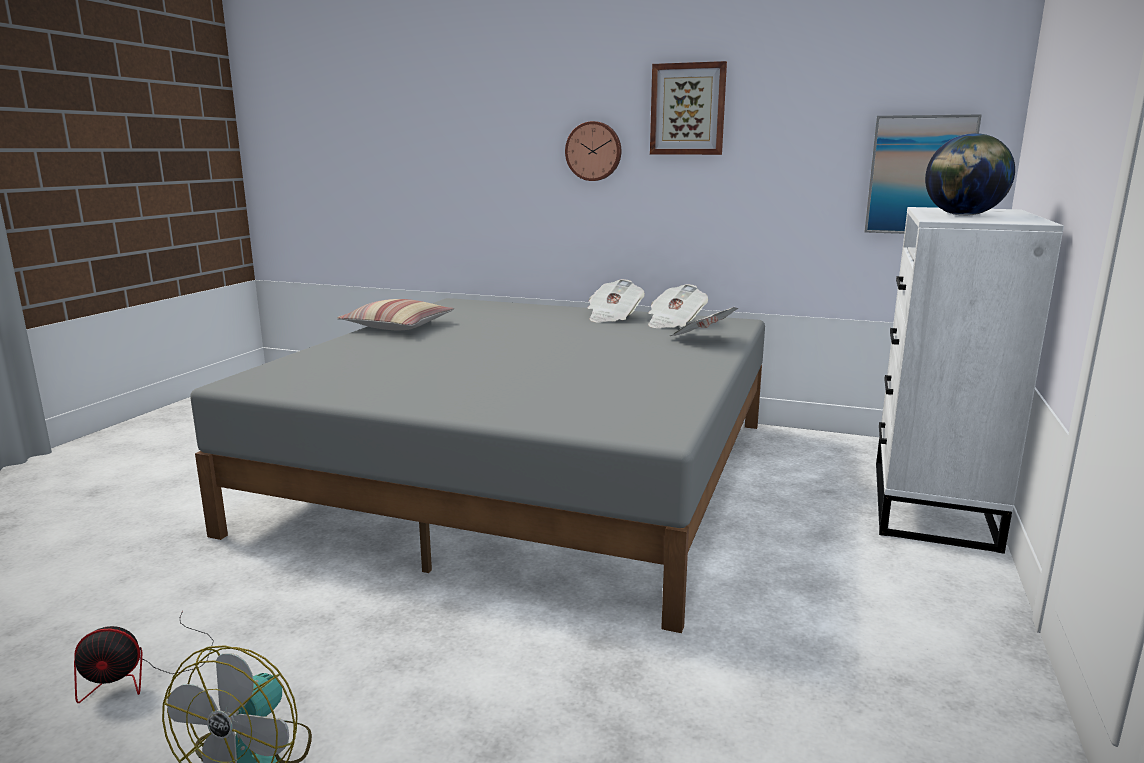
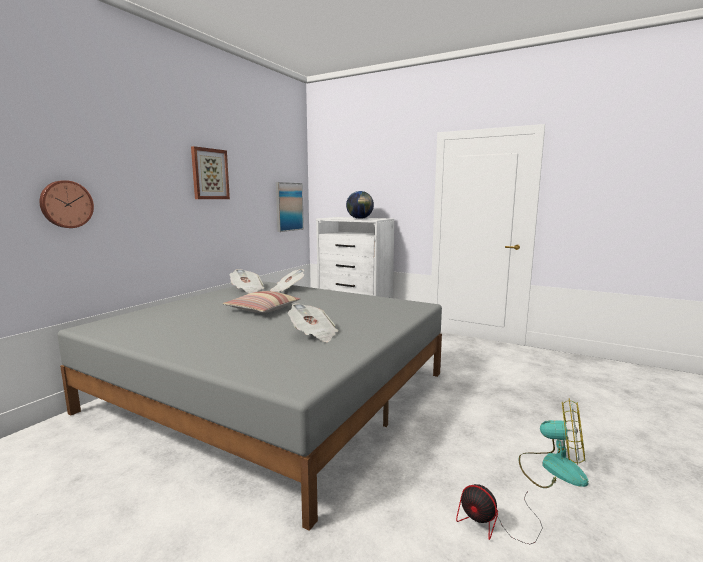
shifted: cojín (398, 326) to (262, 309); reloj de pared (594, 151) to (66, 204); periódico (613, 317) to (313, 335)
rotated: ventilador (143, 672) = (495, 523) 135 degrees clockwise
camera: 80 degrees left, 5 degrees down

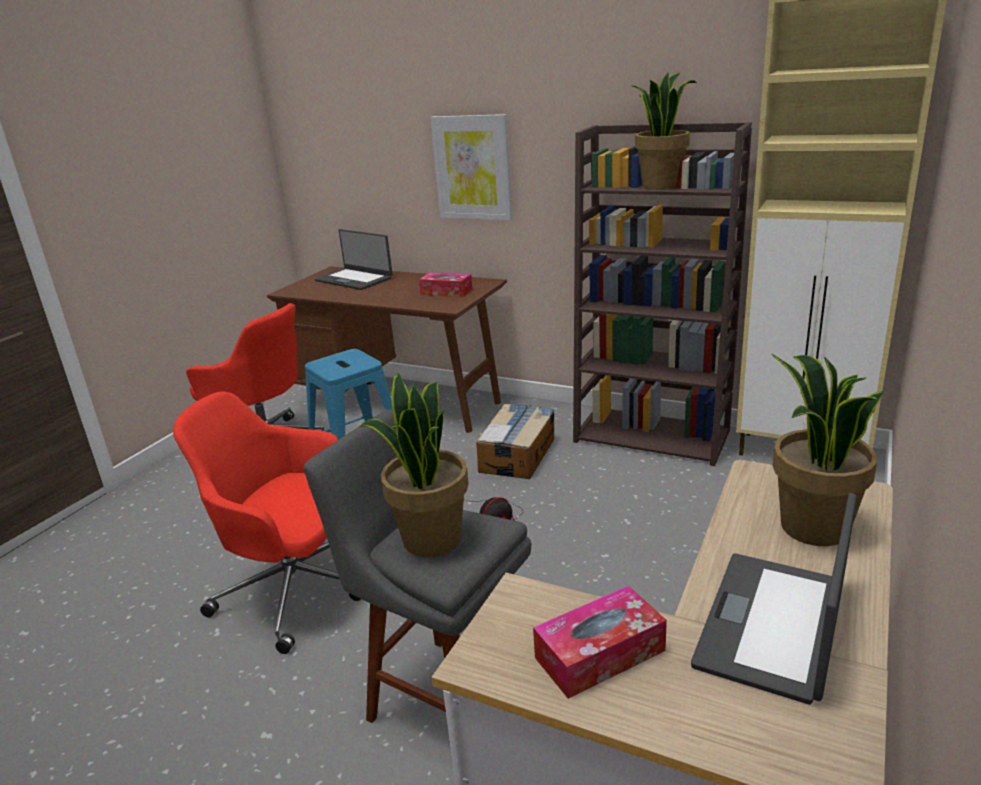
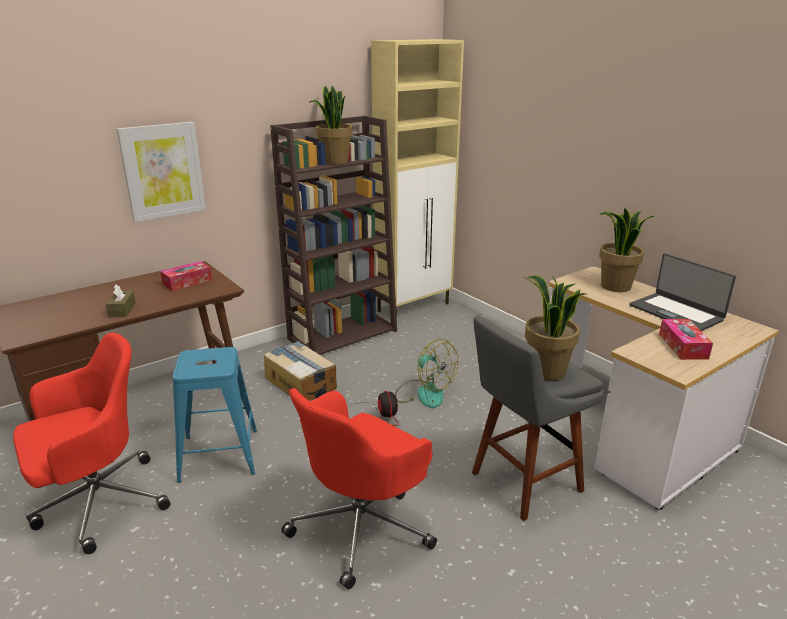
gone: portátil (354, 279)
new: caja de pañuelos [marrón] (122, 310); ventilador (424, 393)
camera: 65 degrees left, 0 degrees up

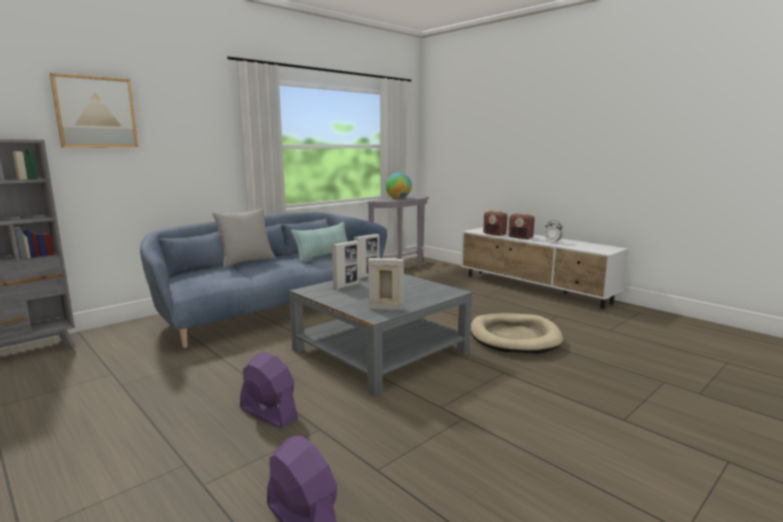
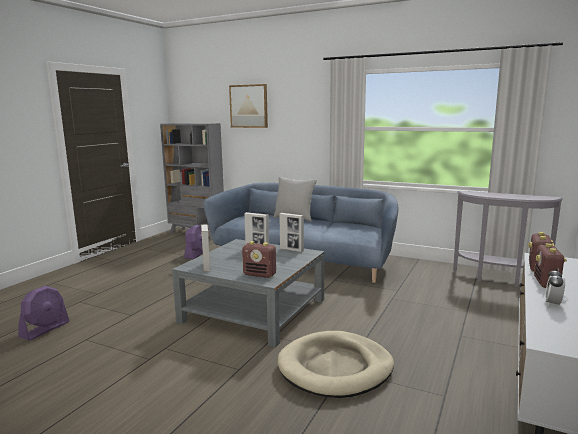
gone: cojín (323, 256); globo terráqueo (398, 199)
new: radio (260, 274)
shifted: ventilador [morado] (268, 413) to (196, 254)
camera: 70 degrees right, 0 degrees up

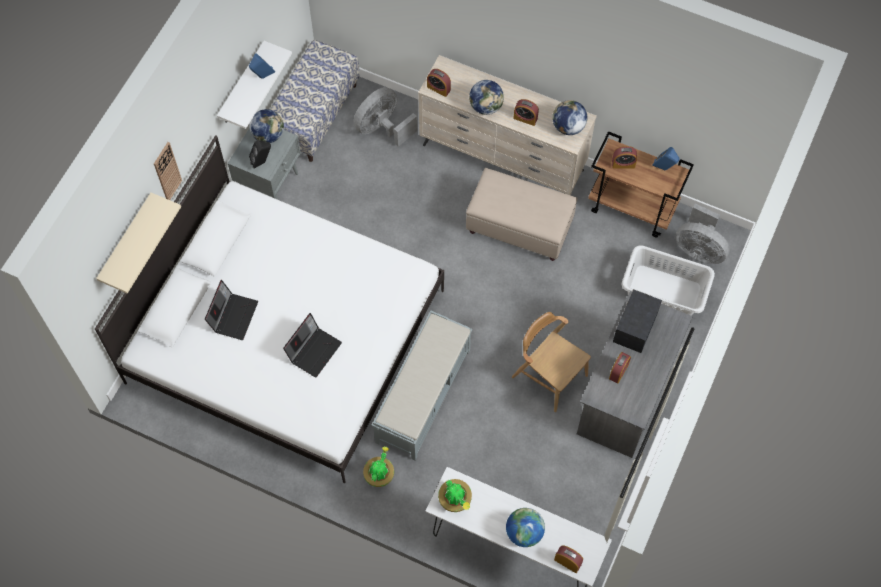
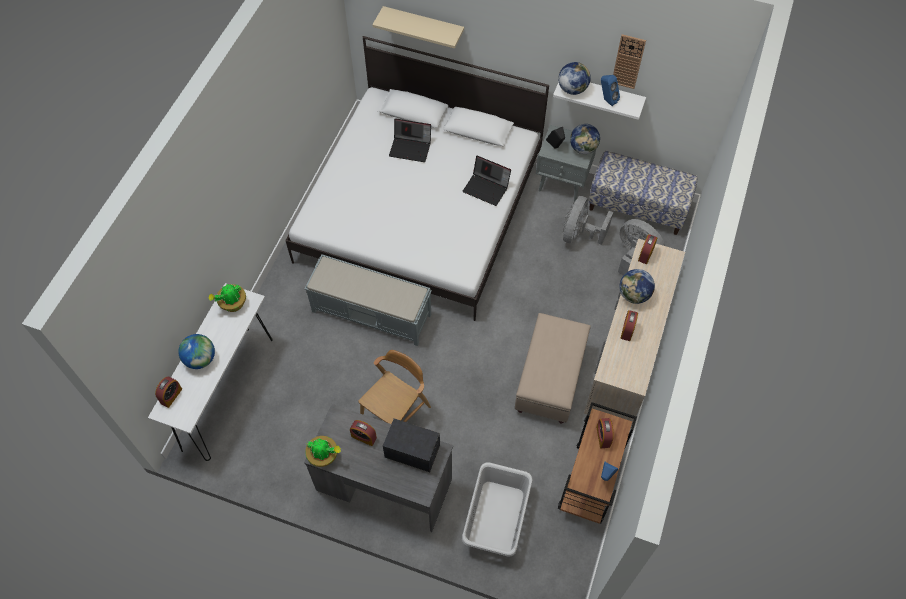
shifted: reloj de pared (167, 171) to (628, 61); portátil (314, 350) to (487, 188); planta en maceta (379, 474) to (324, 456); globo terráqueo (568, 127) to (572, 89); ventilador [gris] (698, 249) to (579, 234)
camera: 85 degrees right, 5 degrees down

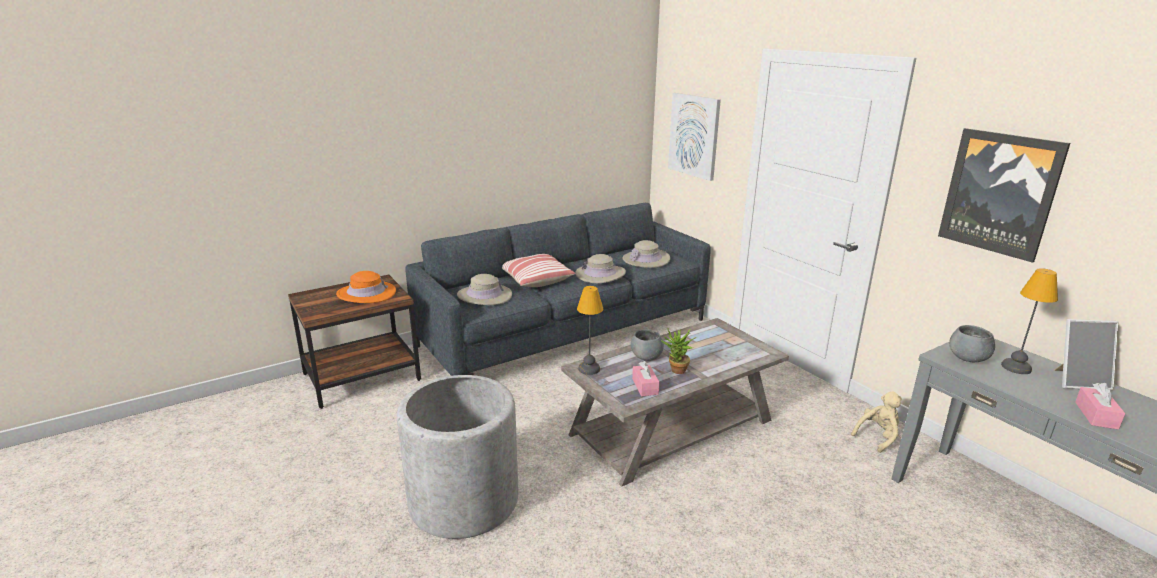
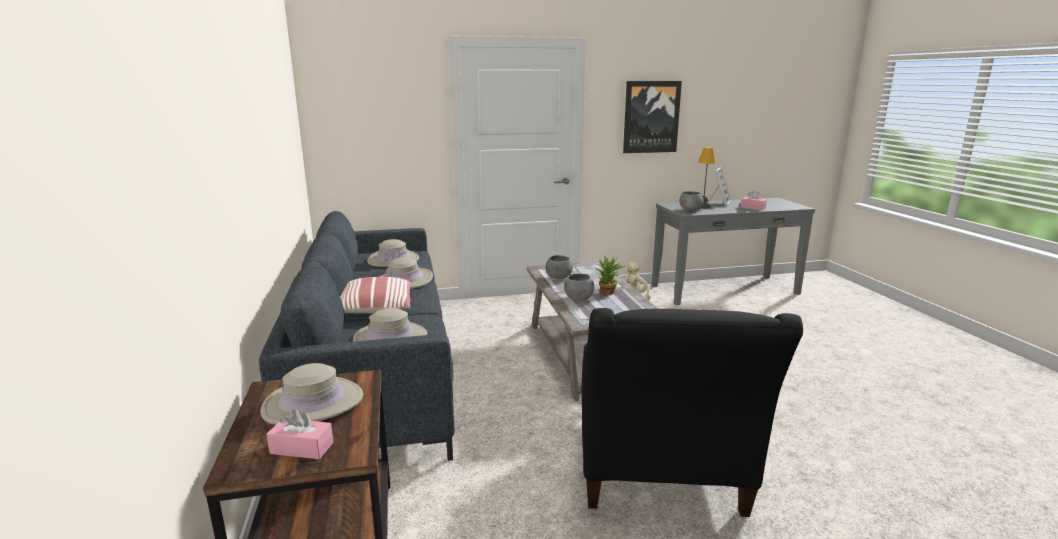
gone: lámpara de mesa (588, 369); cuadro (694, 135)
new: cuenco [gris] (558, 278)
shifted: caja de pañuelos [rosa] (645, 386) to (302, 448)
swapped: maceta [gris] (463, 500) to sillón [negro] (660, 478)
repainted: sombrero [naranja] (366, 293) to sombrero [beis] (313, 403)
camera: 70 degrees left, 5 degrees down

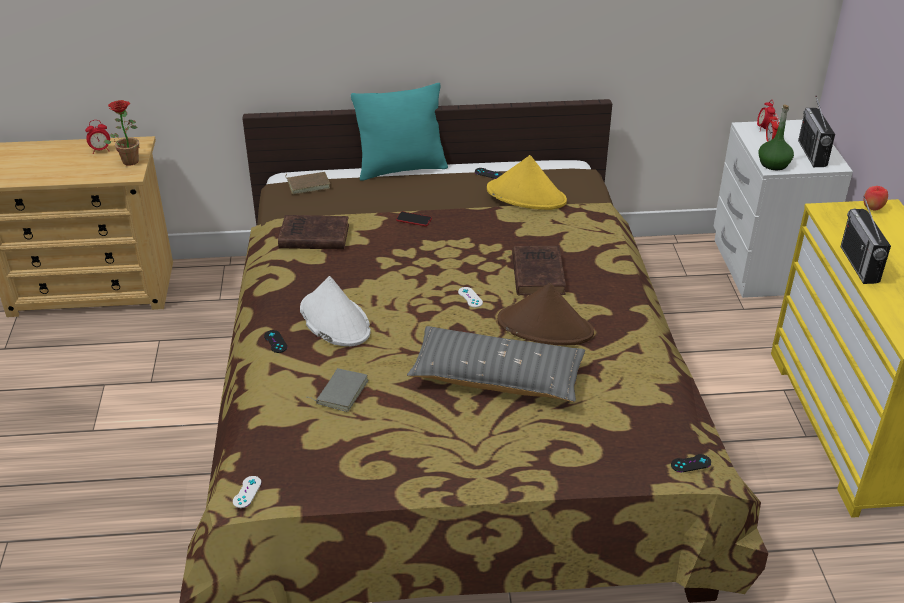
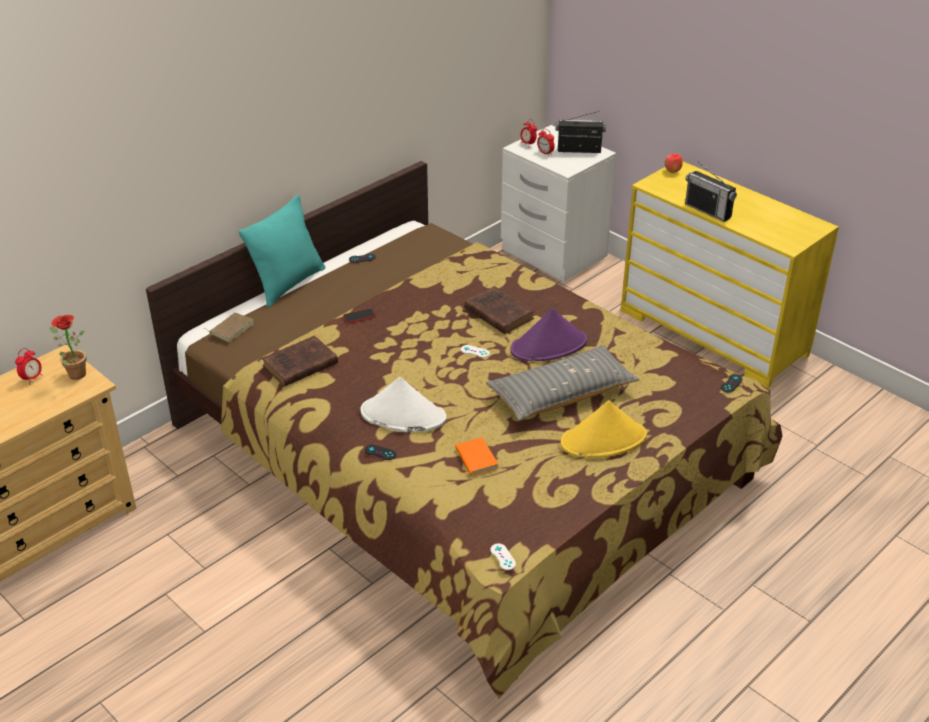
gone: botella [verde] (773, 164)
shifted: sombrero [amarillo] (526, 195) to (603, 440)
repainted: libro [gris] (341, 391) to libro [naranja] (474, 459); sombrero [marrón] (545, 327) to sombrero [morado] (549, 346)
rotated: radio (812, 154) = (579, 150) 135 degrees clockwise
camera: 40 degrees left, 0 degrees up

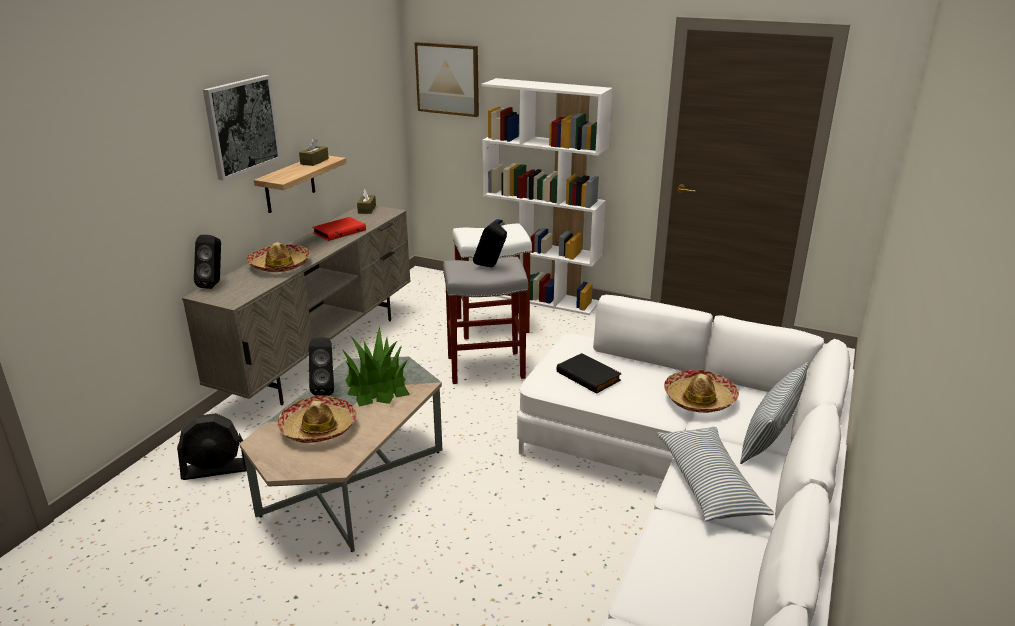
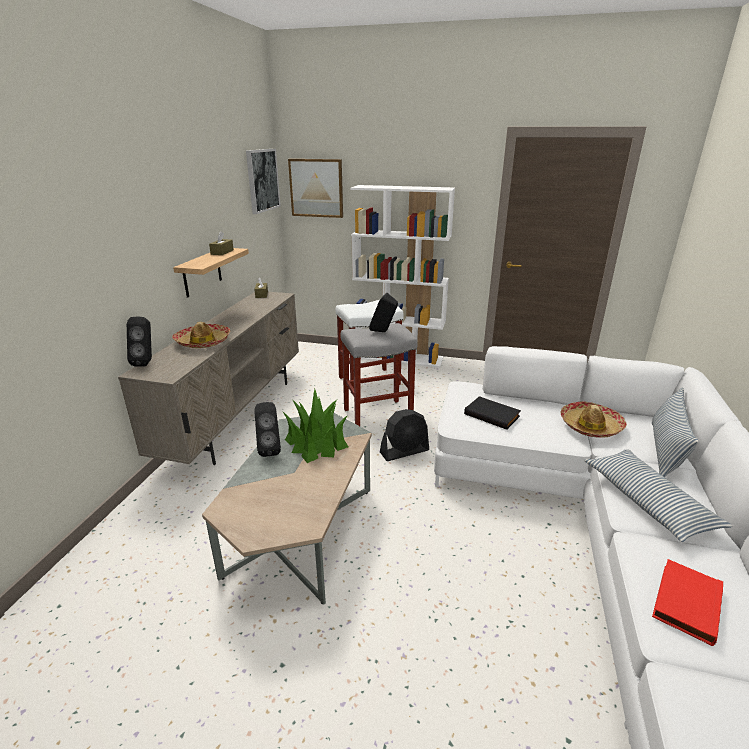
gone: sombrero (318, 428)
shifted: ventilador [negro] (216, 469) to (404, 451); cuadro (242, 126) to (262, 180); libro [rojo] (339, 231) to (684, 602)
camera: 10 degrees left, 0 degrees up

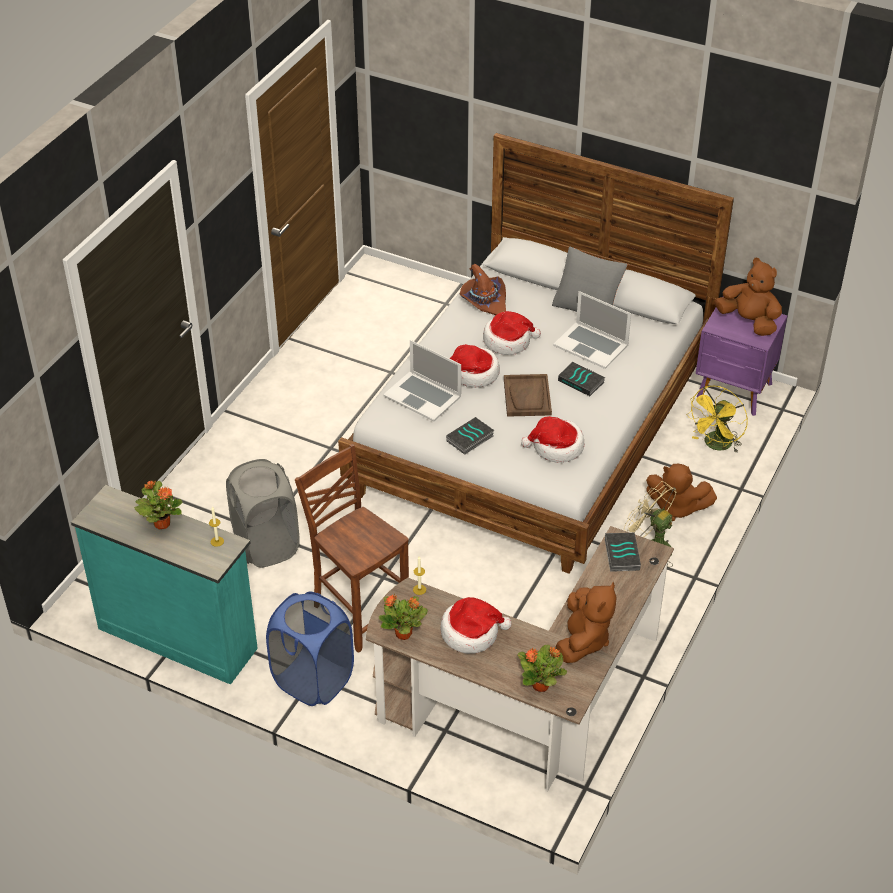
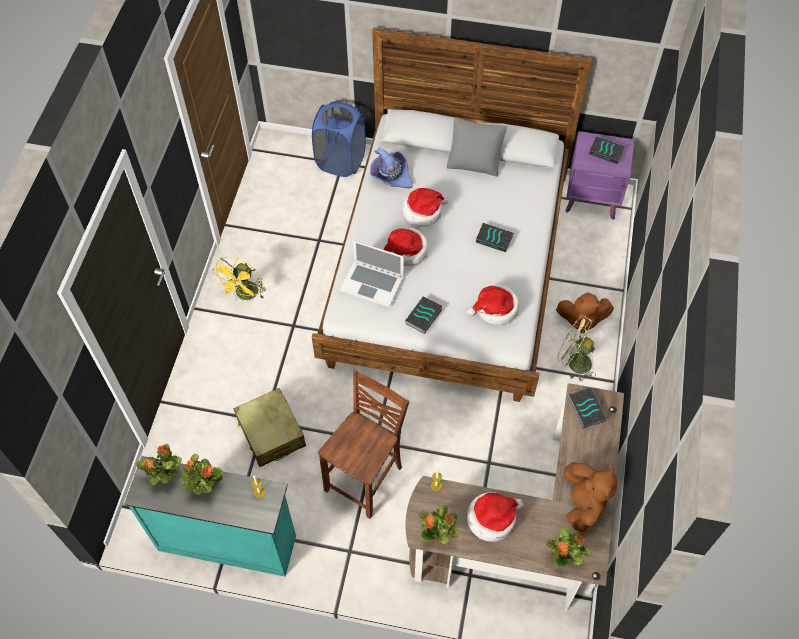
gone: bandeja [marrón] (527, 397); portátil (591, 345)
new: planta en maceta (165, 475)
shifted: cesto de la ropa [azul] (313, 680) to (340, 161); ventilador [amarillo] (716, 446) to (245, 295)
swapped: cesto de la ropa [gris] (266, 545) to maleta [beis] (271, 433); peluche [marrón] (749, 321) to libro (607, 152)
repainted: sombrero [marrón] (484, 301) to sombrero [morado] (391, 175)
rotated: silla [marrón] (359, 611) = (366, 479) 90 degrees clockwise
camera: 15 degrees left, 15 degrees up

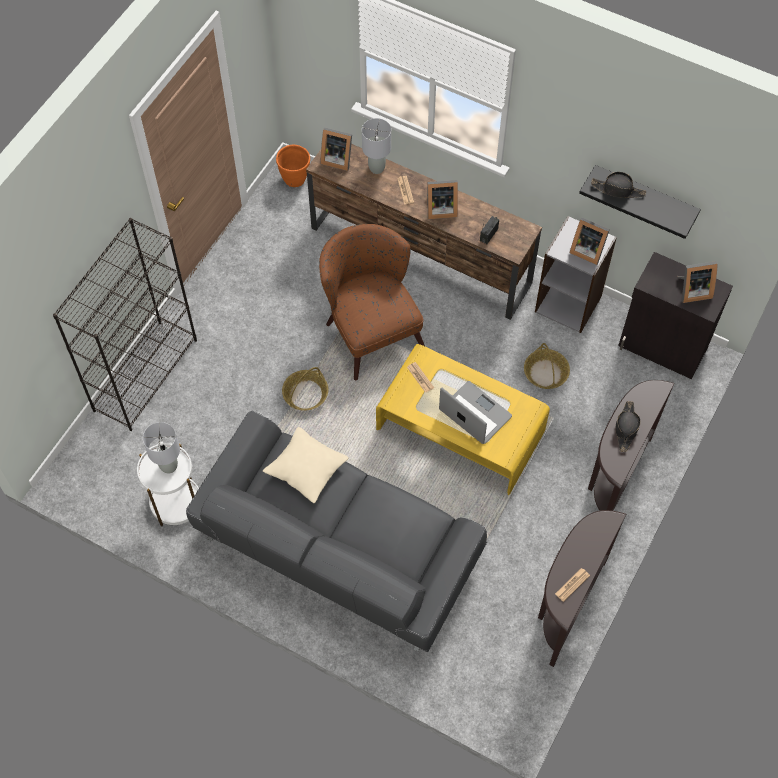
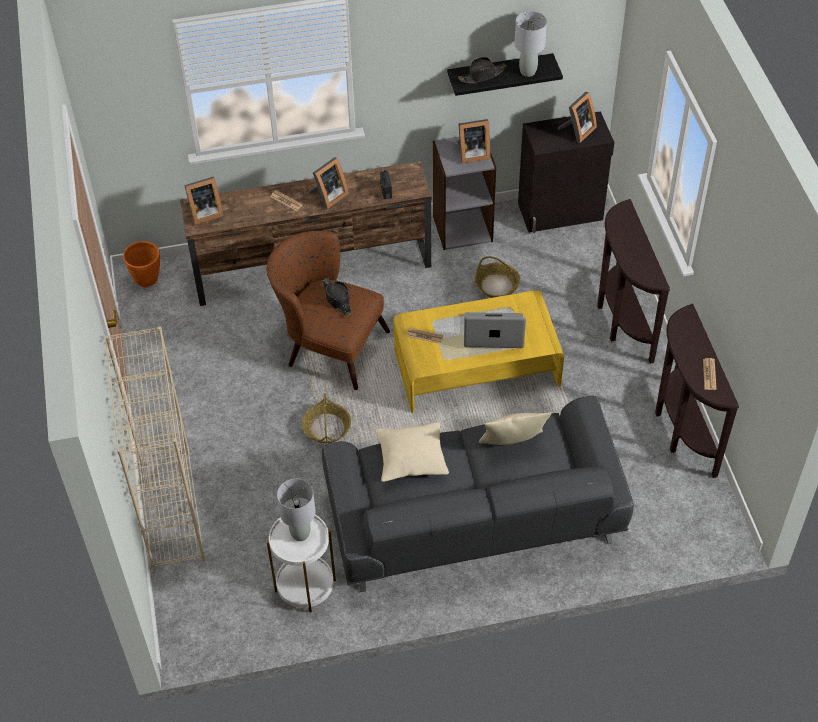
new: cojín [beis] (512, 445)
shifted: lámpara de mesa [gris] (377, 168) to (528, 72); sombrero [negro] (626, 428) to (337, 299)
repainted: estantería [negro] (145, 374) to estantería [beis] (171, 509)
camera: 40 degrees left, 10 degrees down

